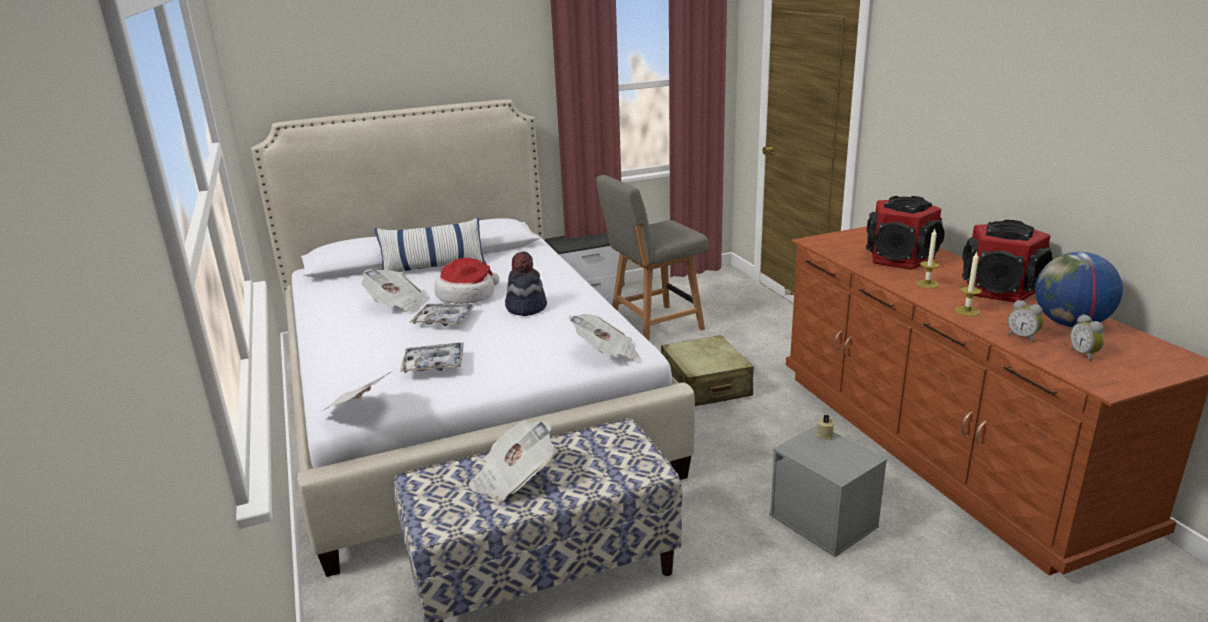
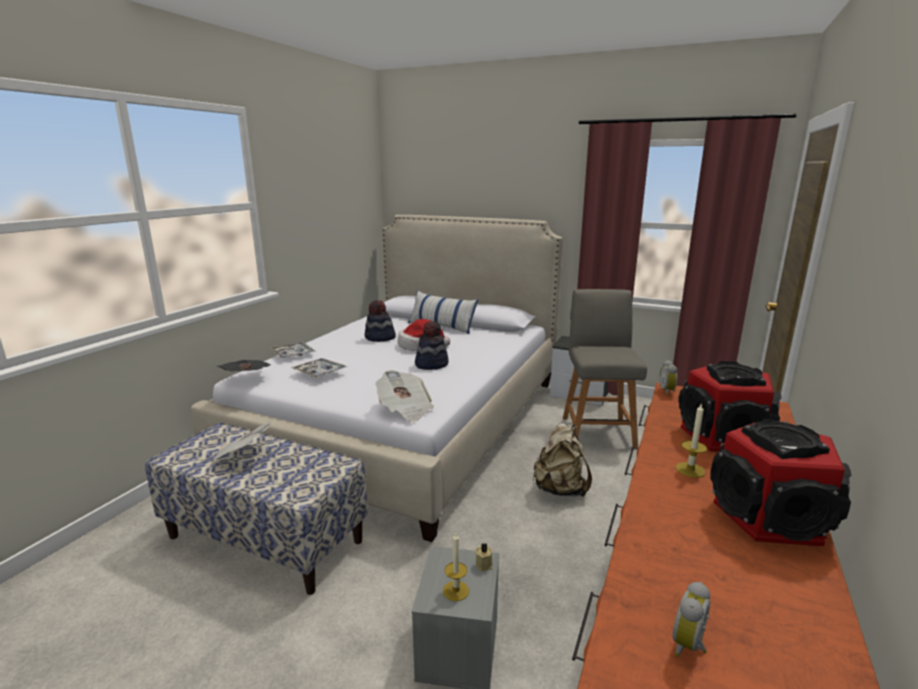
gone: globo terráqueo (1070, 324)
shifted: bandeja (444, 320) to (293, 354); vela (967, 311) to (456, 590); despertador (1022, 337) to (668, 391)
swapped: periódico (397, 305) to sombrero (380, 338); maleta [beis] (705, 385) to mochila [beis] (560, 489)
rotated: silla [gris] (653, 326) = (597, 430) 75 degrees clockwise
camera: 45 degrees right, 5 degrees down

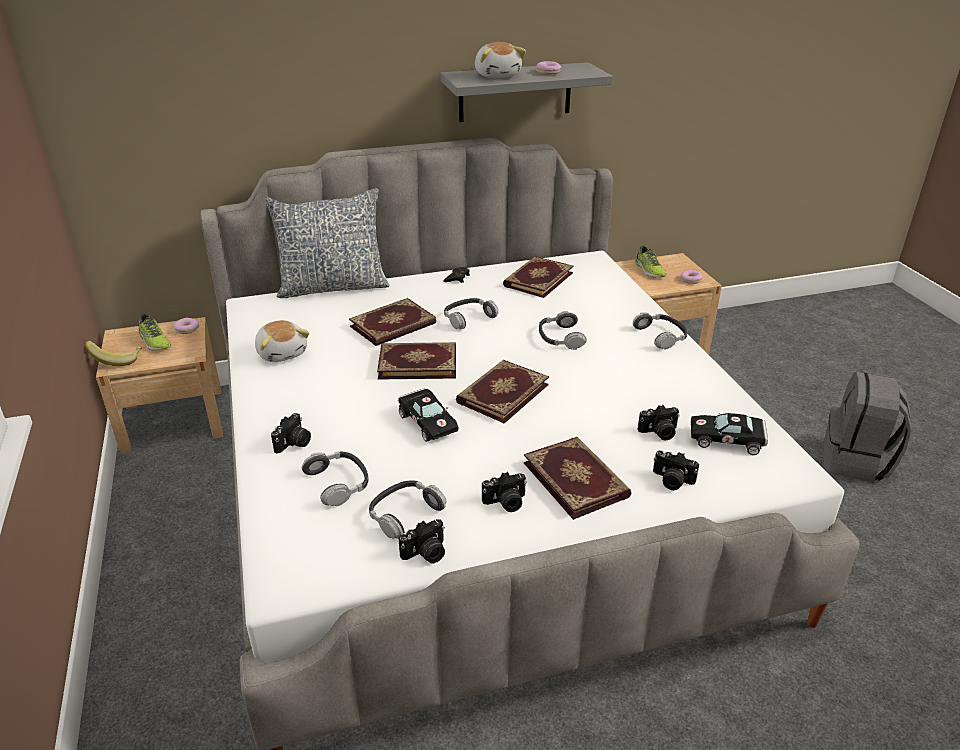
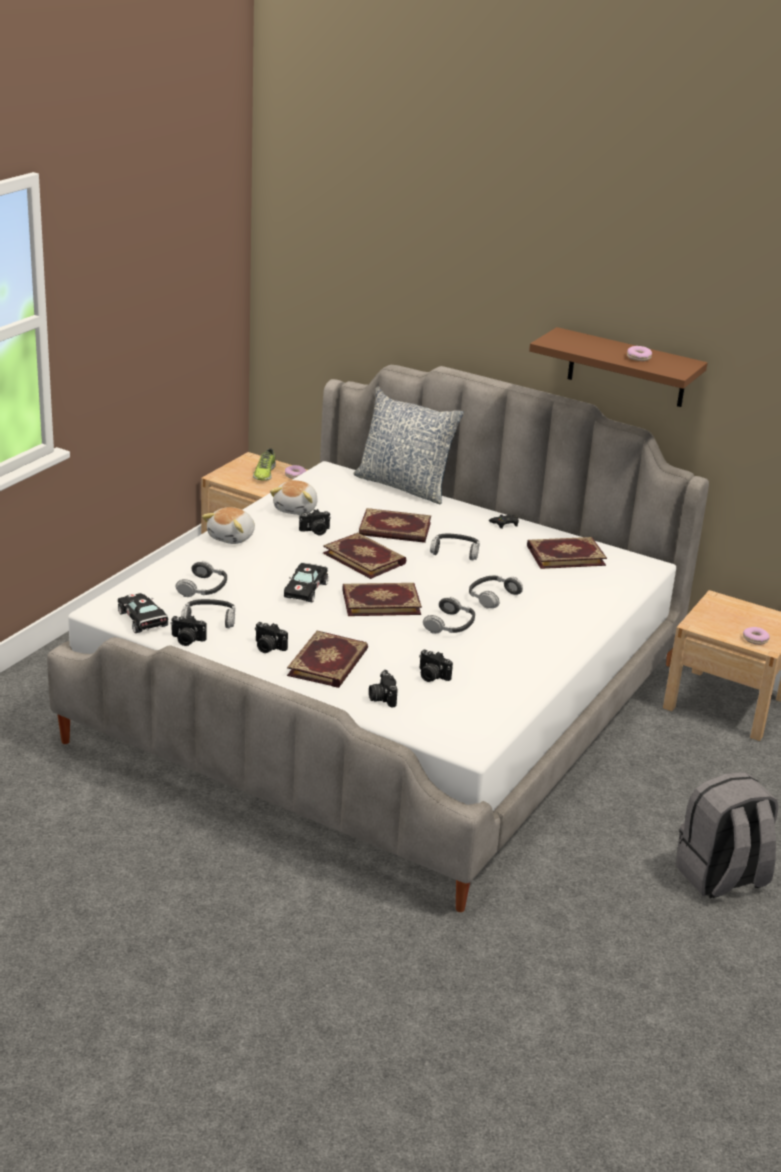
gone: plátano (117, 360); zapato (649, 270)
shifted: cámara (294, 443) to (315, 531); peluche (497, 75) to (232, 537); auriculares (661, 336) to (450, 625); coche de juguete [negro] (729, 440) to (143, 621)
repainted: estante [gris] (515, 92) to estante [marrón] (627, 368)
camera: 45 degrees right, 5 degrees down

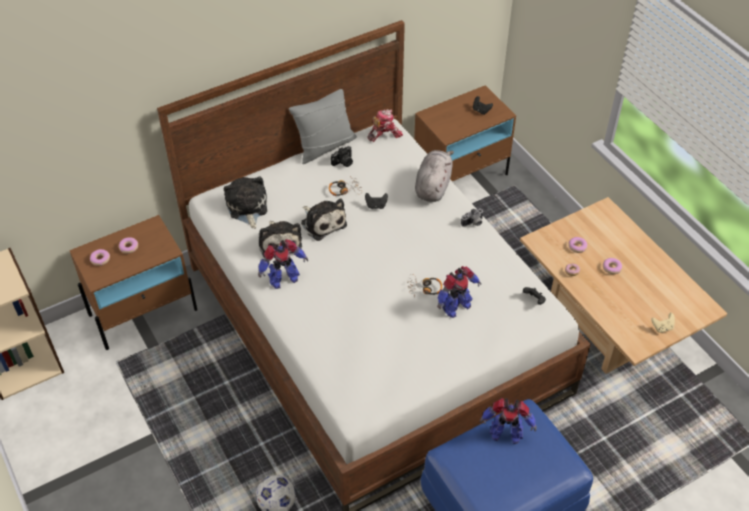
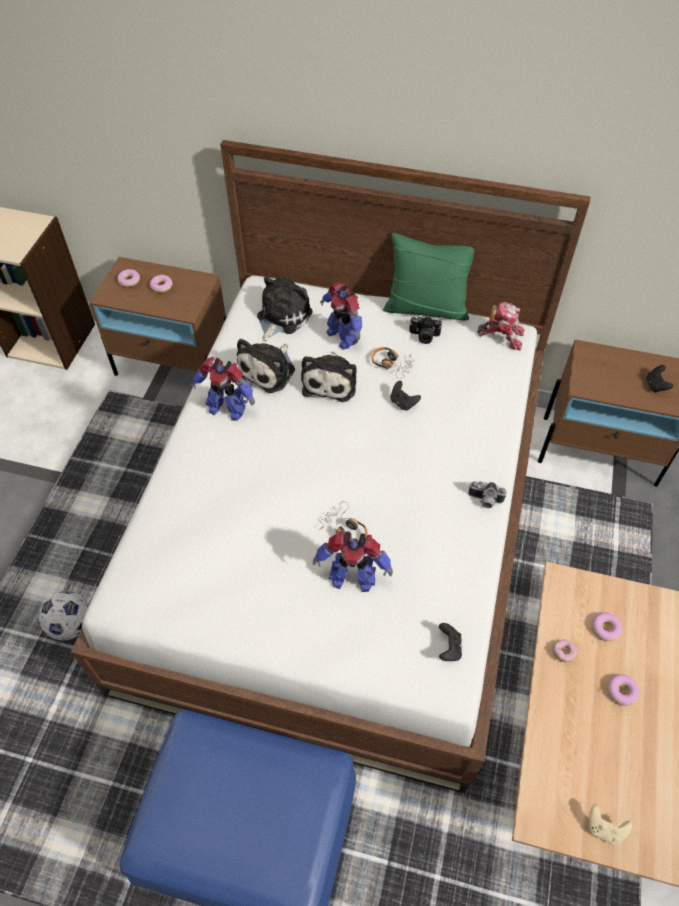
gone: peluche [gris] (433, 186)
shifted: robot de juguete (505, 434) to (342, 336)
repainted: cojín [gris] (325, 146) to cojín [verde] (426, 308)
camera: 45 degrees right, 5 degrees up

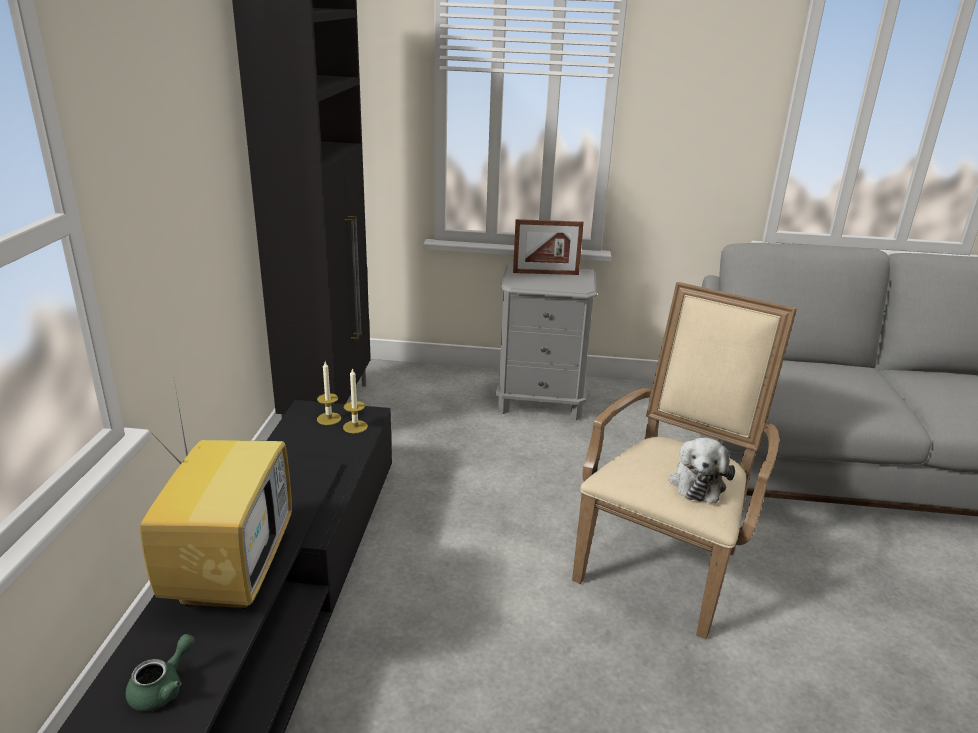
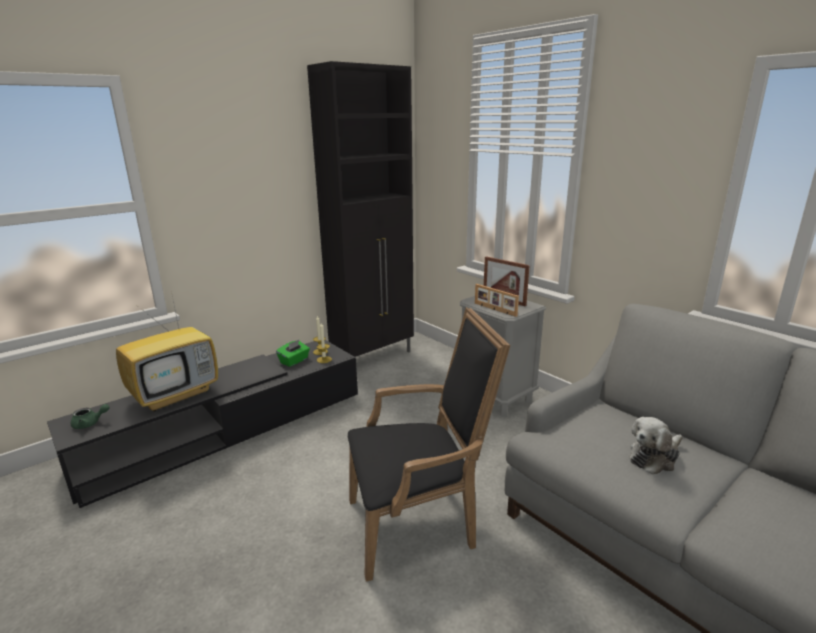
new: caja de pañuelos [verde] (294, 361); portarretratos (494, 309)
shifted: peluche (697, 482) to (654, 457)
repainted: sillón [beis] (666, 561) to sillón [negro] (419, 524)
camera: 45 degrees right, 5 degrees down

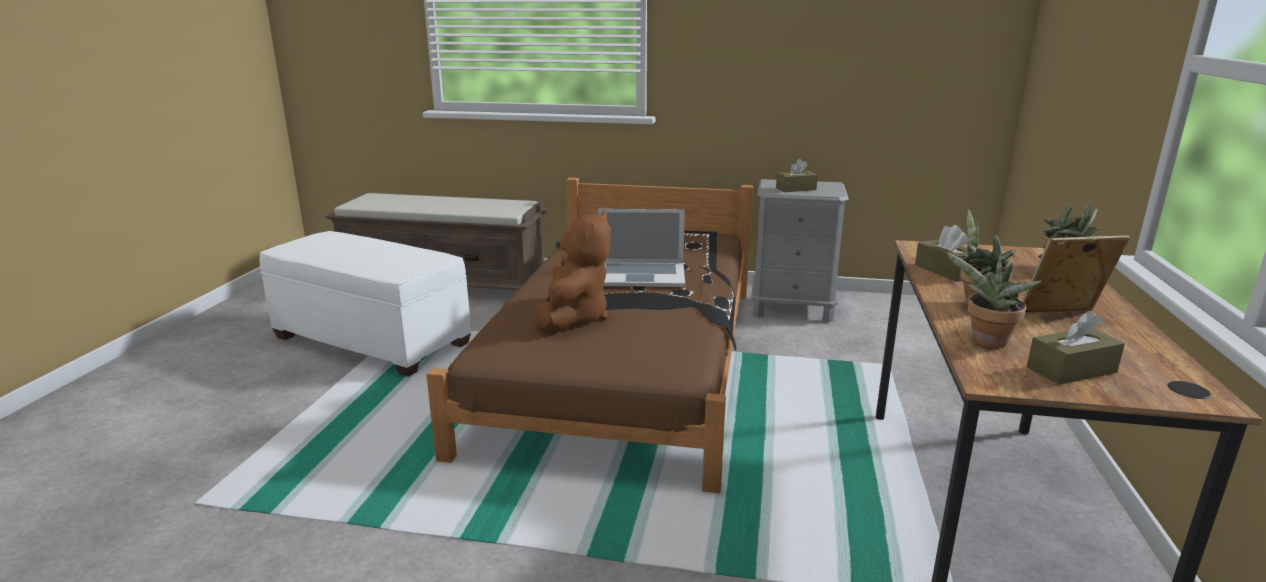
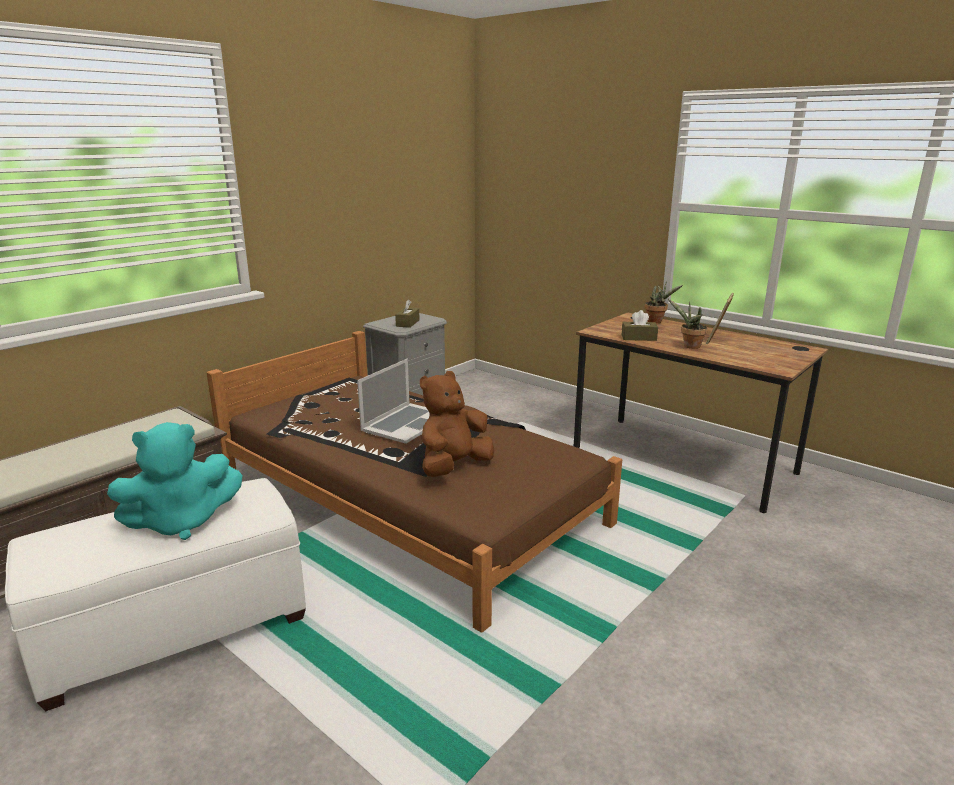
gone: planta en maceta (986, 342); caja de pañuelos [marrón] (1071, 370)
new: peluche [turquesa] (181, 522)
rotated: peluche [marrón] (574, 317) = (454, 467) 90 degrees counterclockwise
camera: 60 degrees left, 0 degrees up

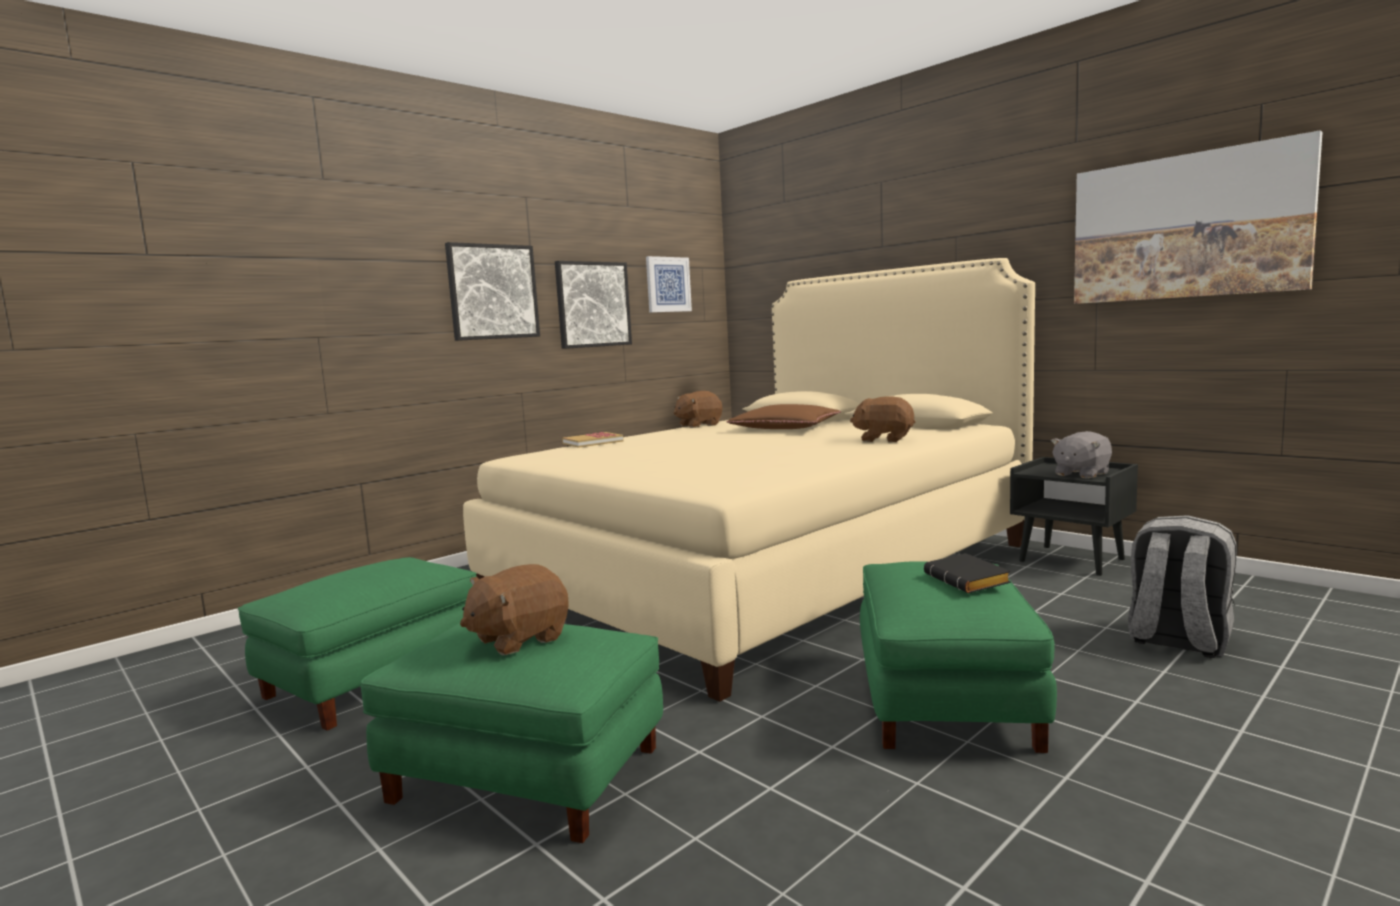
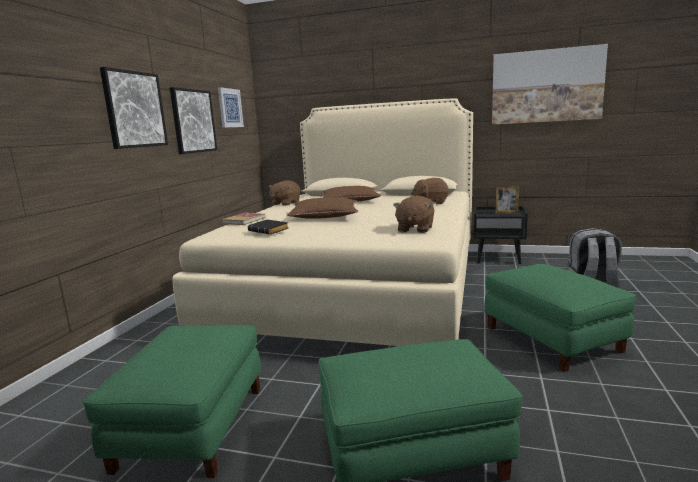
new: cojín [marrón] (324, 216)
shifted: peluche [marrón] (518, 639) to (415, 229); libro [negro] (969, 581) to (270, 230)
swapped: peluche [gris] (1081, 474) to portarretratos (506, 213)
camera: 30 degrees left, 5 degrees up

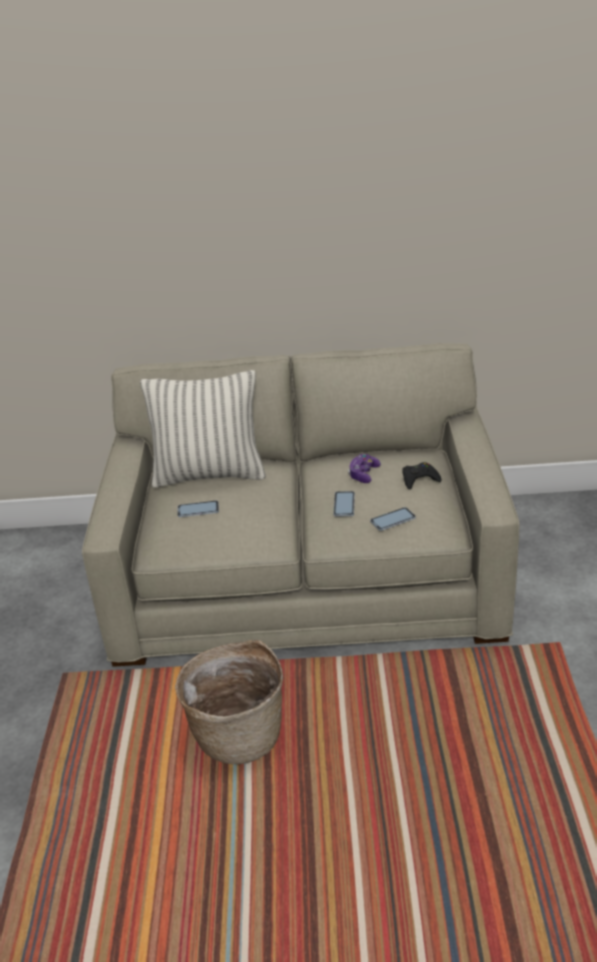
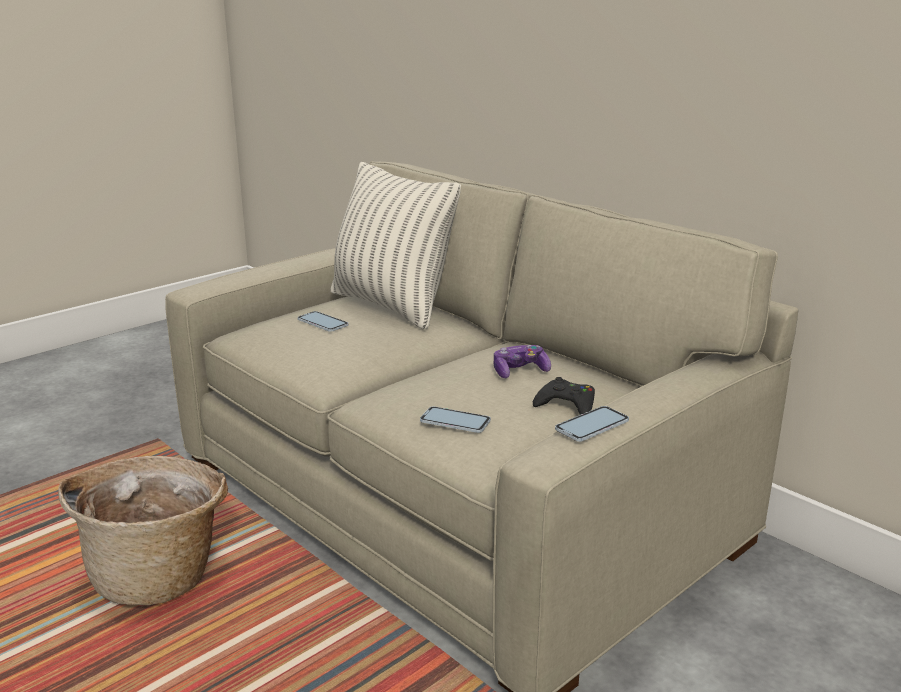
shifted: móvil (344, 504) to (592, 425)
camera: 45 degrees right, 10 degrees down

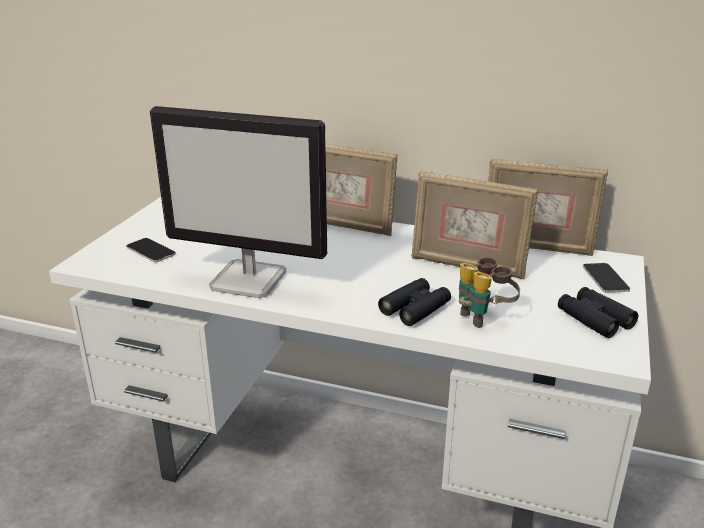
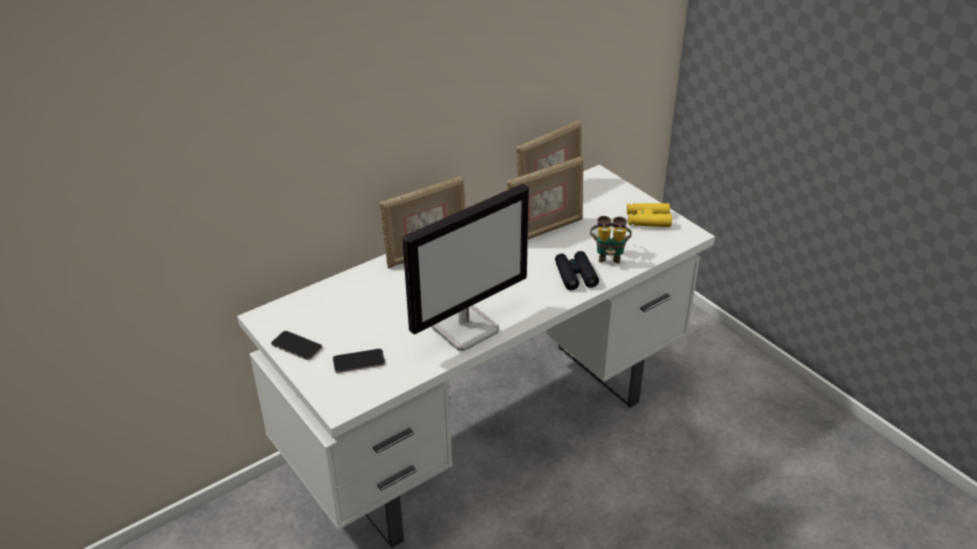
shifted: móvil (605, 278) to (296, 346)
repainted: prismáticos [negro] (594, 319) to prismáticos [amarillo] (648, 220)
camera: 55 degrees left, 10 degrees up

